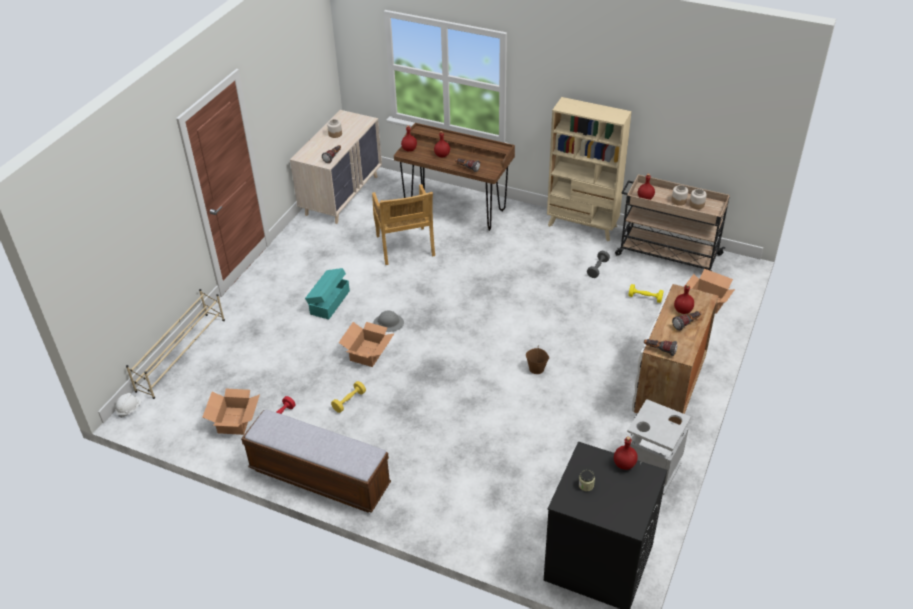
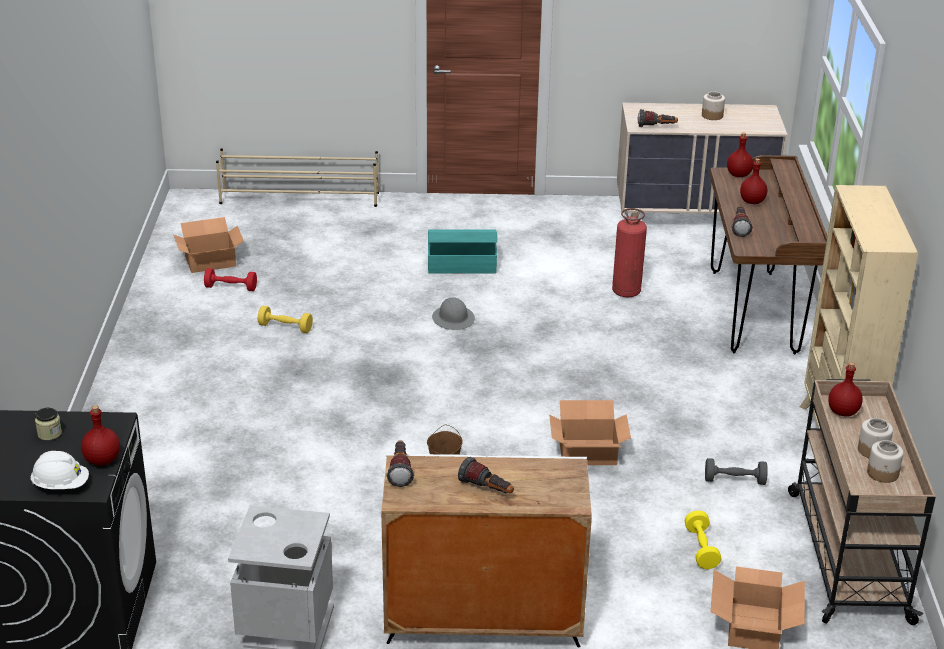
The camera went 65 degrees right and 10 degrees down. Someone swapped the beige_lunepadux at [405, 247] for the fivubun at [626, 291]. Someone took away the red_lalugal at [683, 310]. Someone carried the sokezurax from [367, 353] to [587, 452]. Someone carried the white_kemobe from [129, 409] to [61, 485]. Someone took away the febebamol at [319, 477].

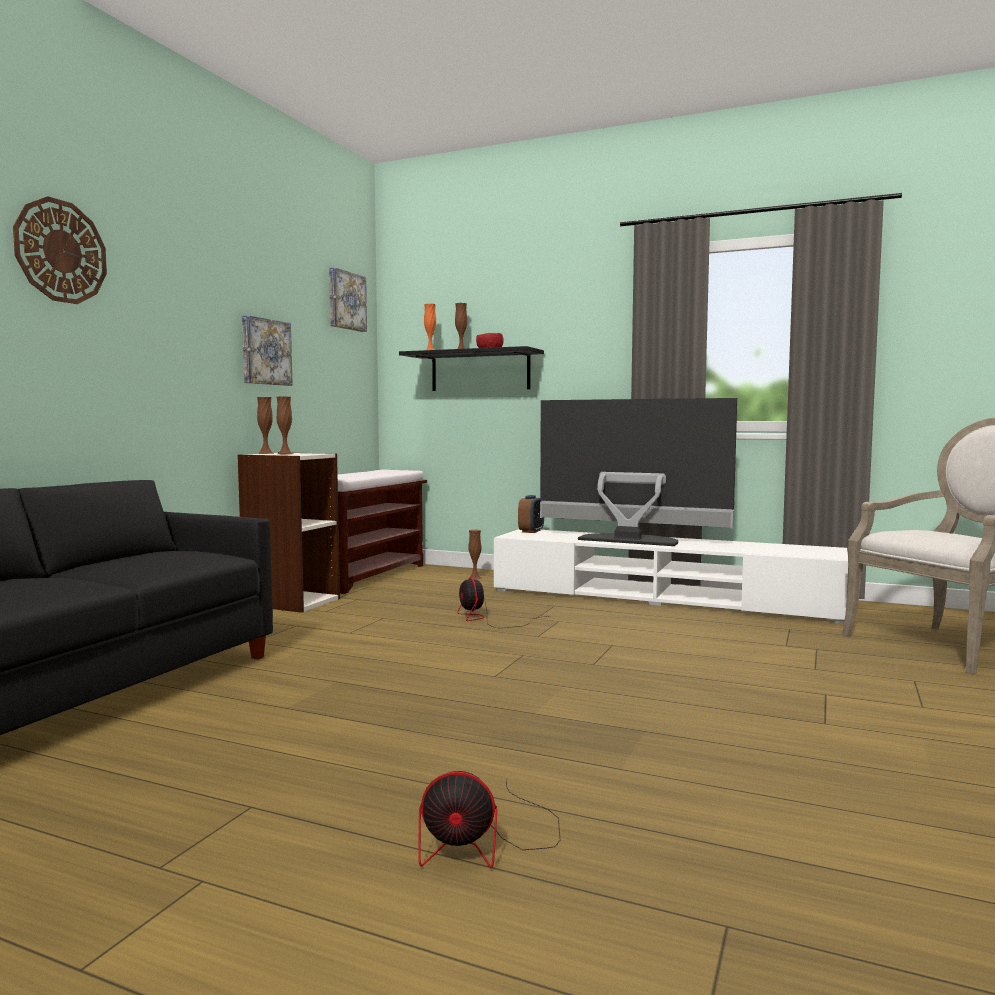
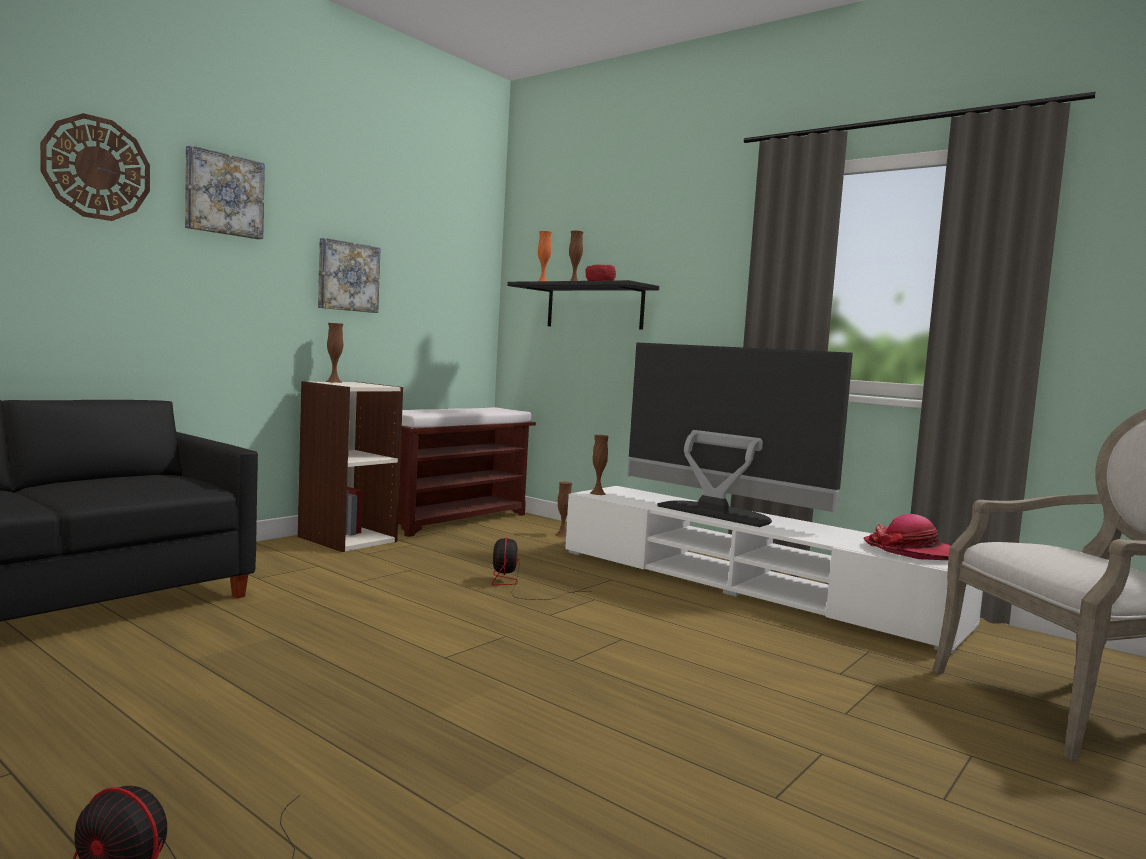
The camera went 15 degrees right and 0 degrees up. Someone carried the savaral from [345, 301] to [223, 194]. Someone carried the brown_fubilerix from [285, 454] to [597, 493]. Someone took away the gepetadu at [531, 531]. Someone put down the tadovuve at [912, 551].

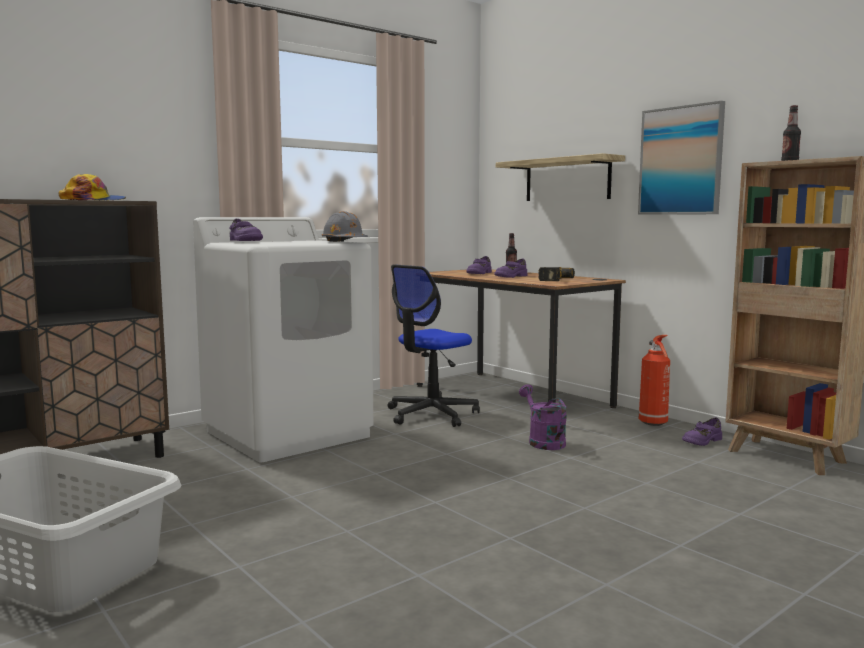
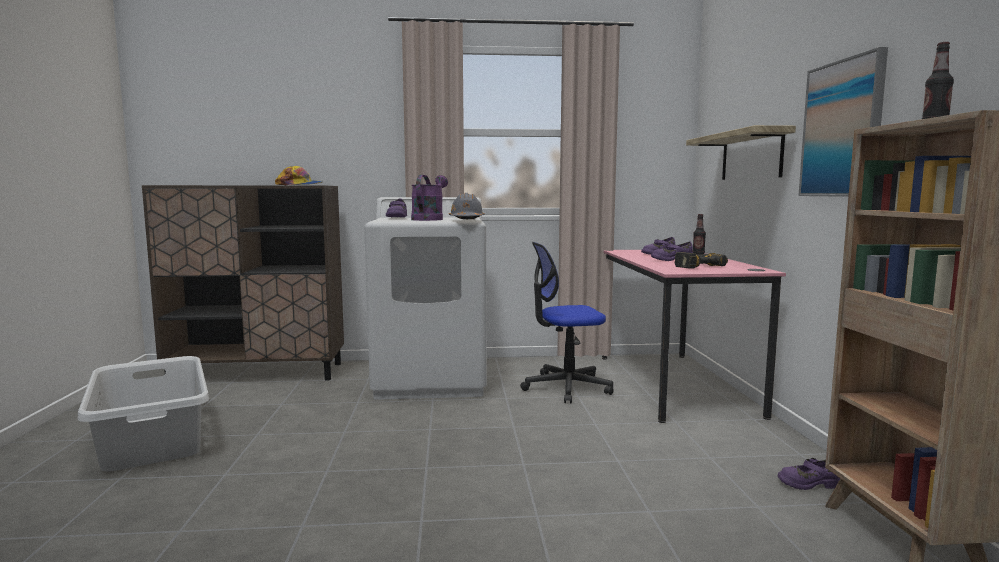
The camera went 35 degrees right and 0 degrees up. Someone repainted the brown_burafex at [510, 396], which became the pink_burafex at [673, 384]. Someone took away the fivubun at [653, 423]. Someone carried the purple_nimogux from [543, 441] to [429, 219].

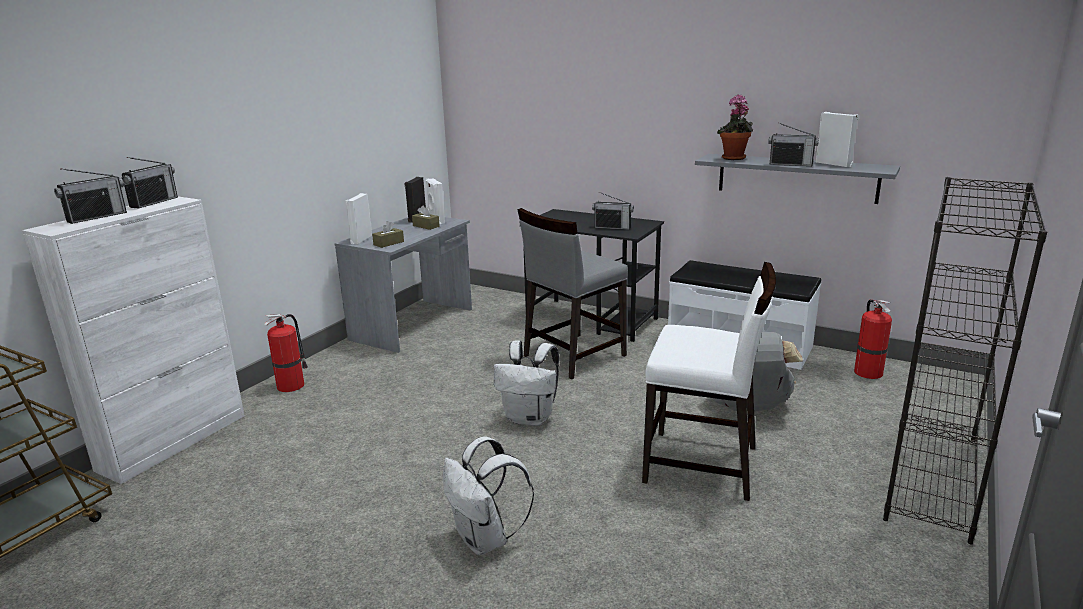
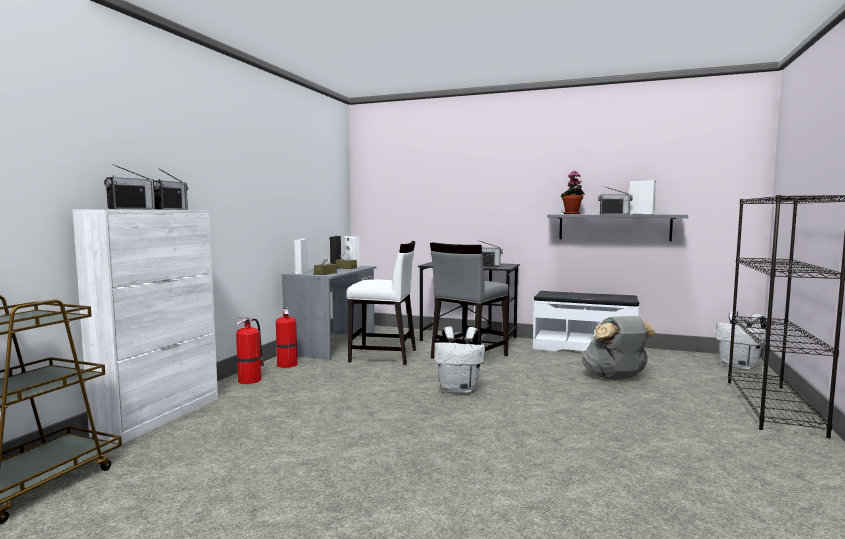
The camera went 10 degrees left and 15 degrees down. Someone carried the white_lunepadux from [702, 465] to [384, 356]. Someone carried the fivubun from [867, 372] to [287, 364]. Someone carried the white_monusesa from [485, 540] to [740, 367].

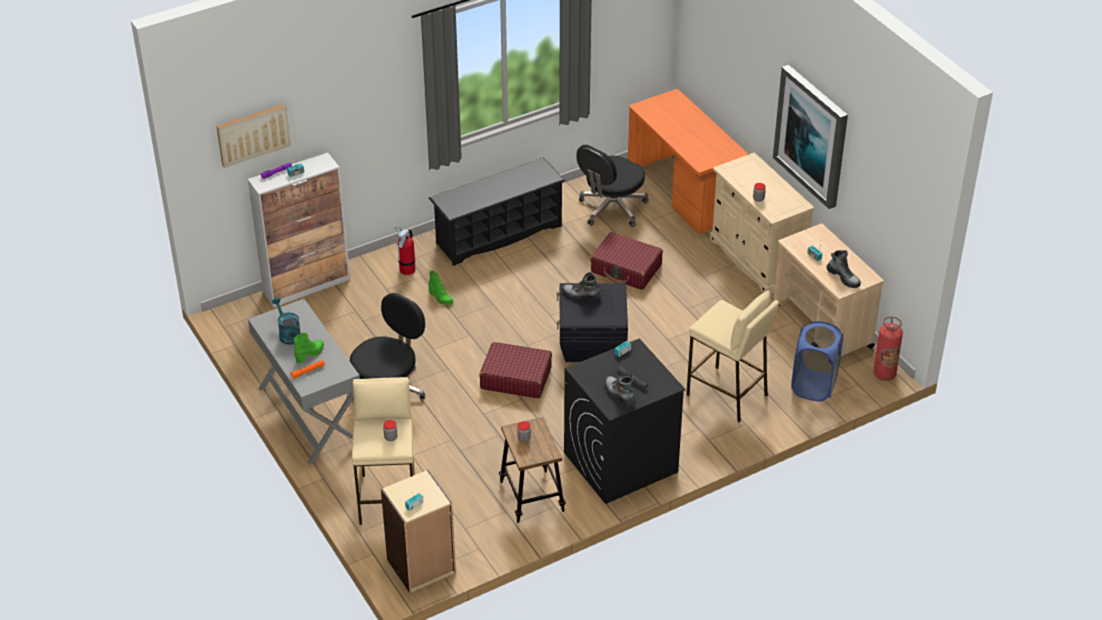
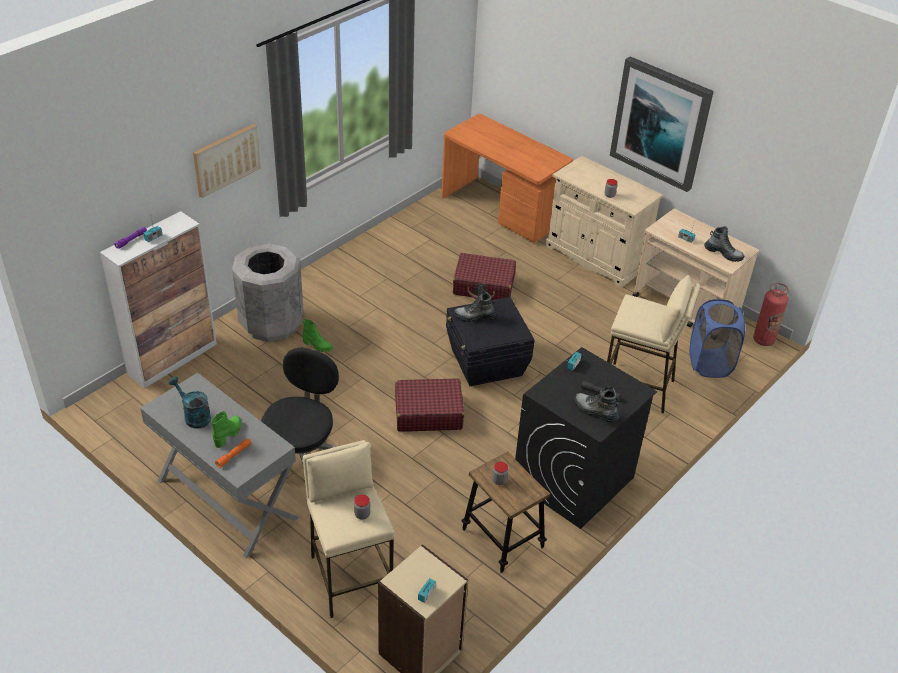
The camera went 20 degrees left and 0 degrees up. Someone carried the savaral from [253, 134] to [226, 159]. Someone took away the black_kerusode at [611, 208]. Someone took away the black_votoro at [498, 234]. Someone swapped the fivubun at [407, 269] for the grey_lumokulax at [272, 324].

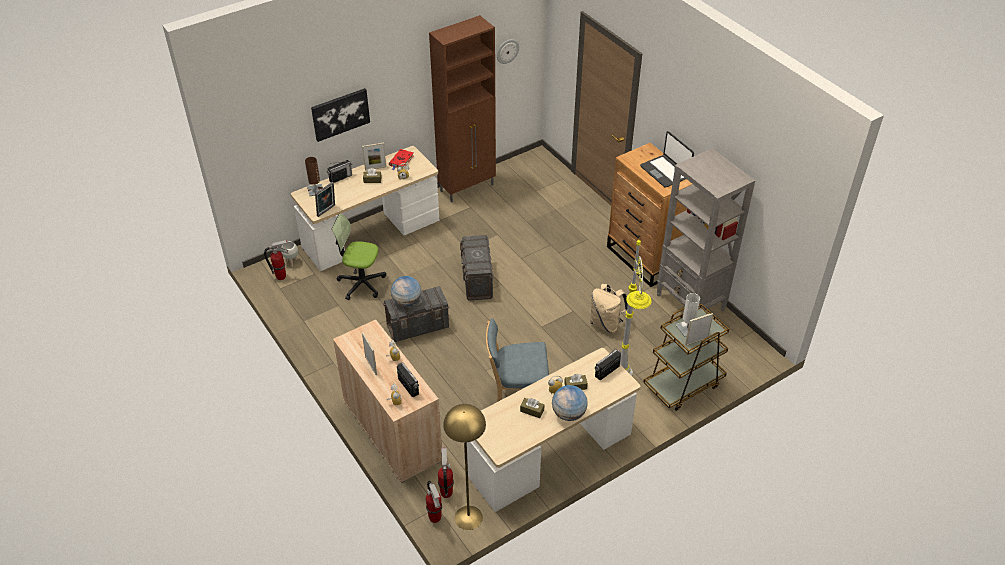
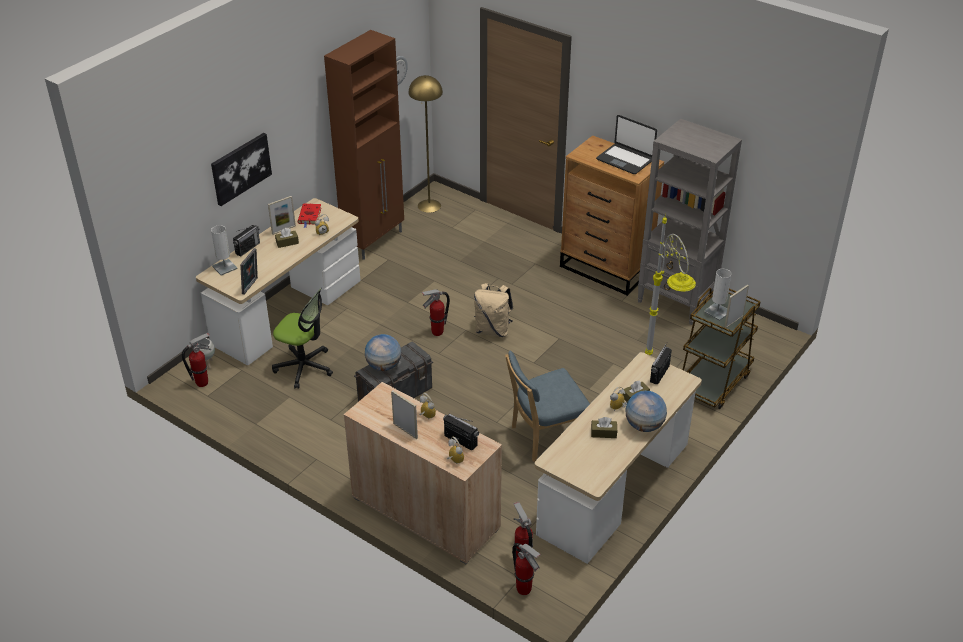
The camera went 20 degrees left and 5 degrees down. Someone repainted the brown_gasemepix at [315, 190], which became the white_gasemepix at [224, 267]. Someone rotated the kerusode at [361, 283] by 150 degrees counterclockwise. Someone swapped the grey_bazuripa at [477, 280] for the fivubun at [437, 332]. Someone carried the beige_monusesa from [606, 324] to [493, 330]. Someone carried the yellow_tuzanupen from [468, 517] to [429, 205].

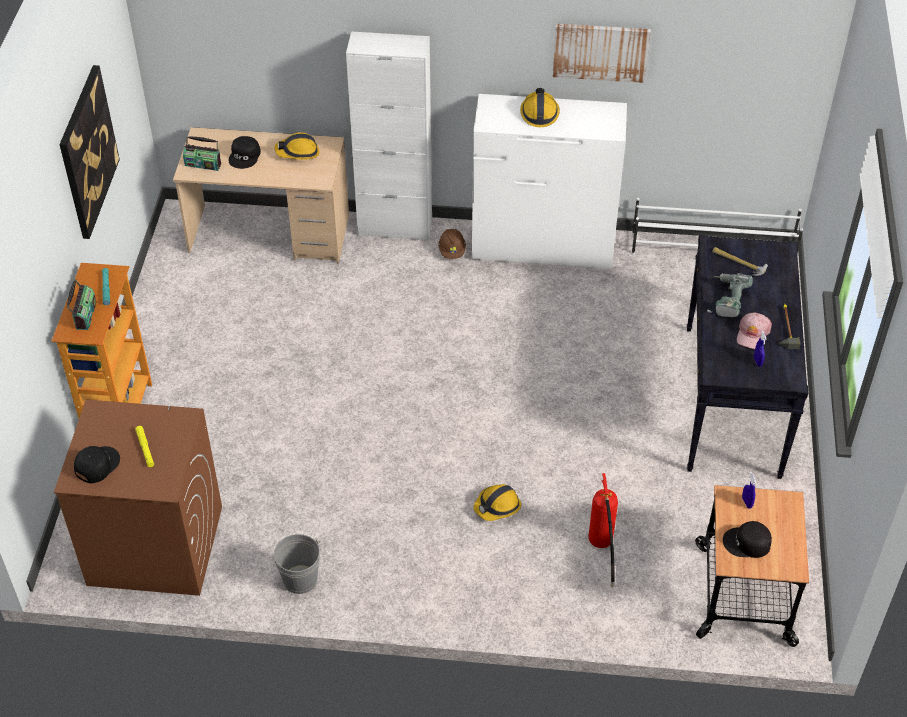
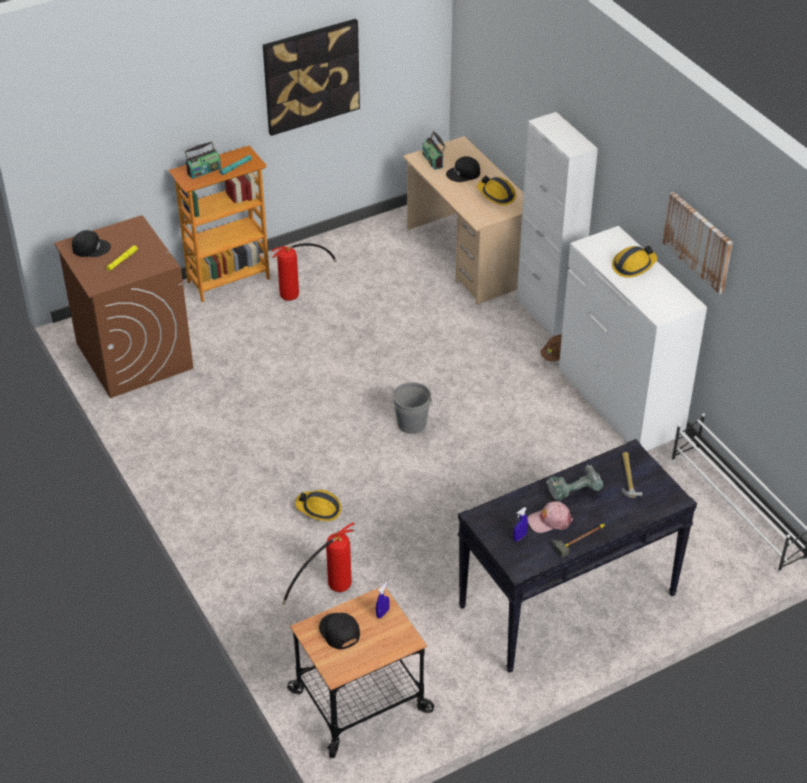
The camera went 55 degrees right and 5 degrees down. Someone carried the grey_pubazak from [300, 579] to [411, 423]. Someone put down the fivubun at [299, 291].

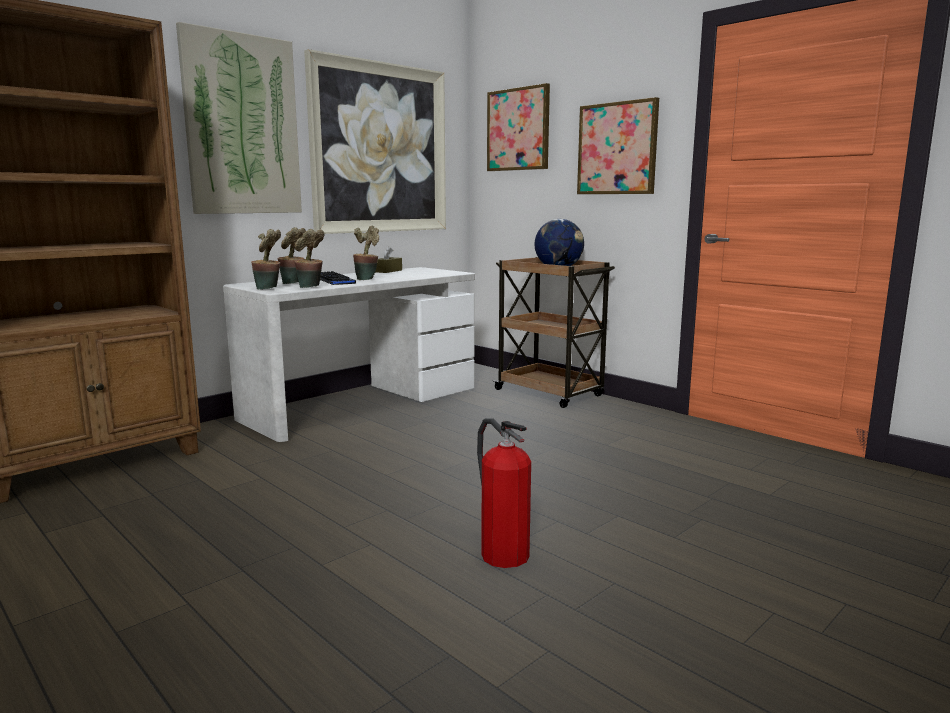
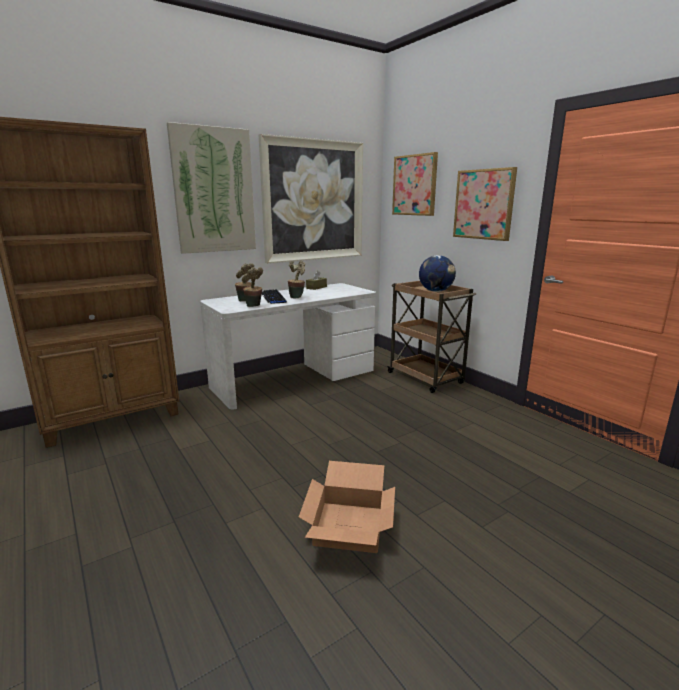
The camera went 10 degrees right and 5 degrees up. Someone took away the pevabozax at [268, 288]. Someone swapped the fivubun at [502, 553] for the sokezurax at [350, 527].

